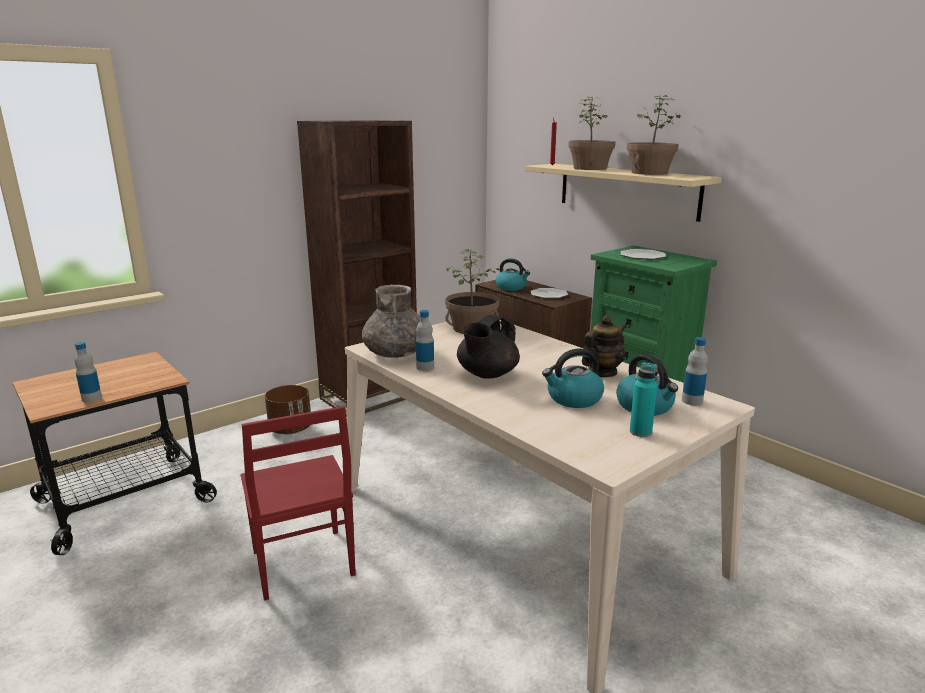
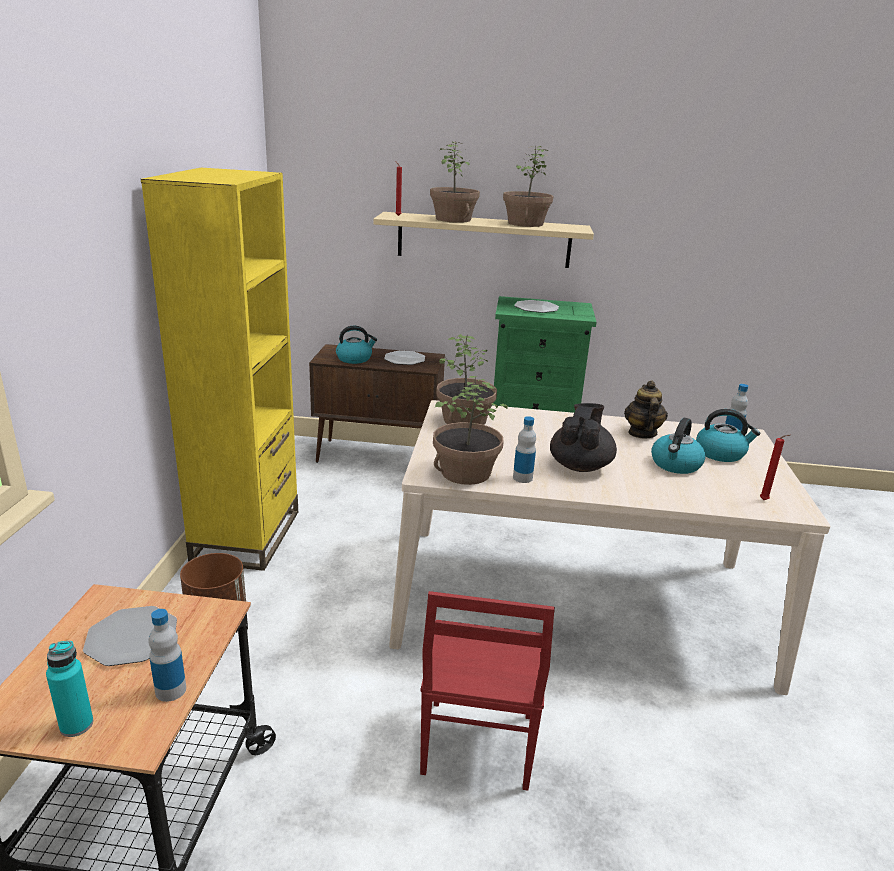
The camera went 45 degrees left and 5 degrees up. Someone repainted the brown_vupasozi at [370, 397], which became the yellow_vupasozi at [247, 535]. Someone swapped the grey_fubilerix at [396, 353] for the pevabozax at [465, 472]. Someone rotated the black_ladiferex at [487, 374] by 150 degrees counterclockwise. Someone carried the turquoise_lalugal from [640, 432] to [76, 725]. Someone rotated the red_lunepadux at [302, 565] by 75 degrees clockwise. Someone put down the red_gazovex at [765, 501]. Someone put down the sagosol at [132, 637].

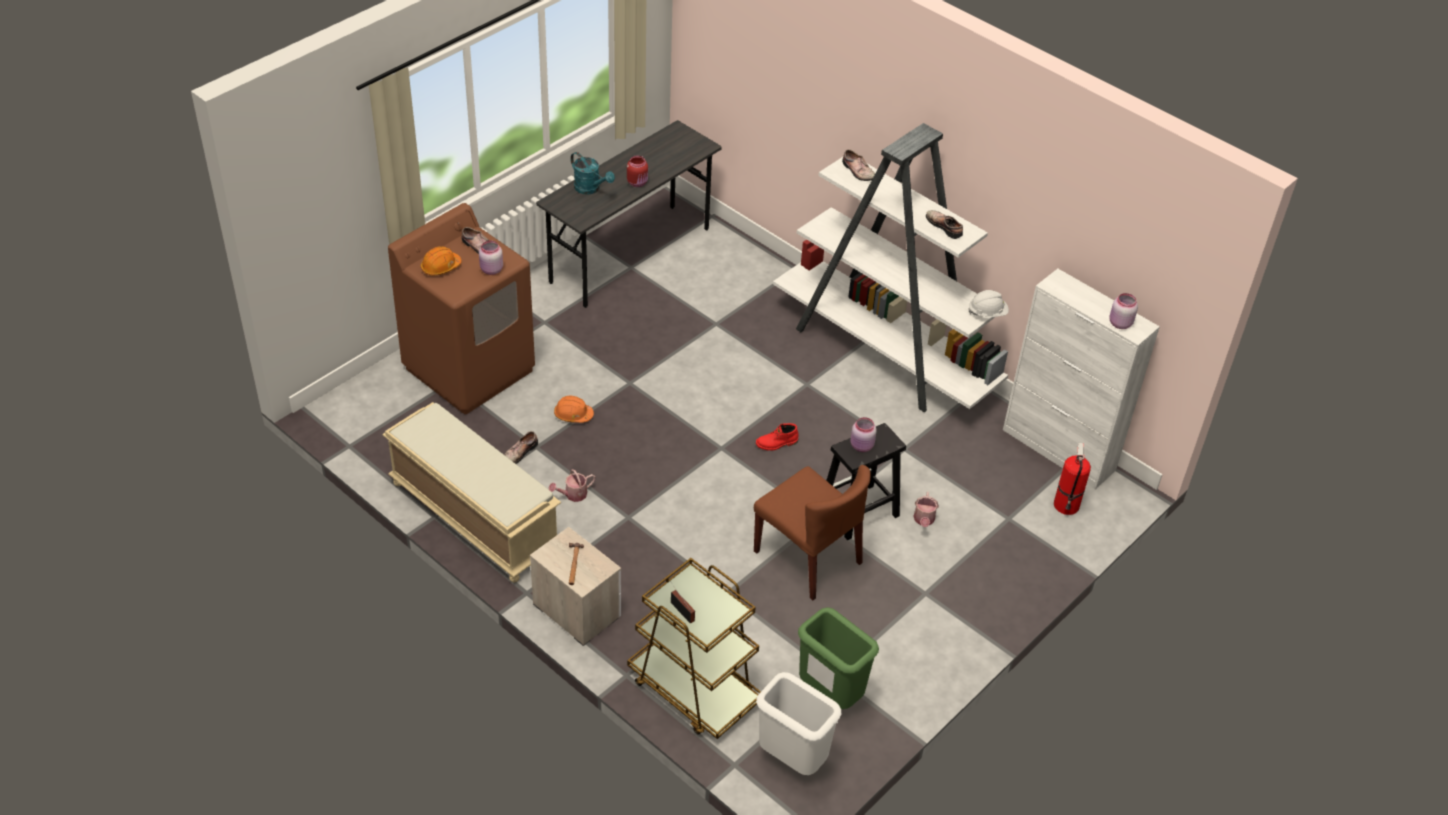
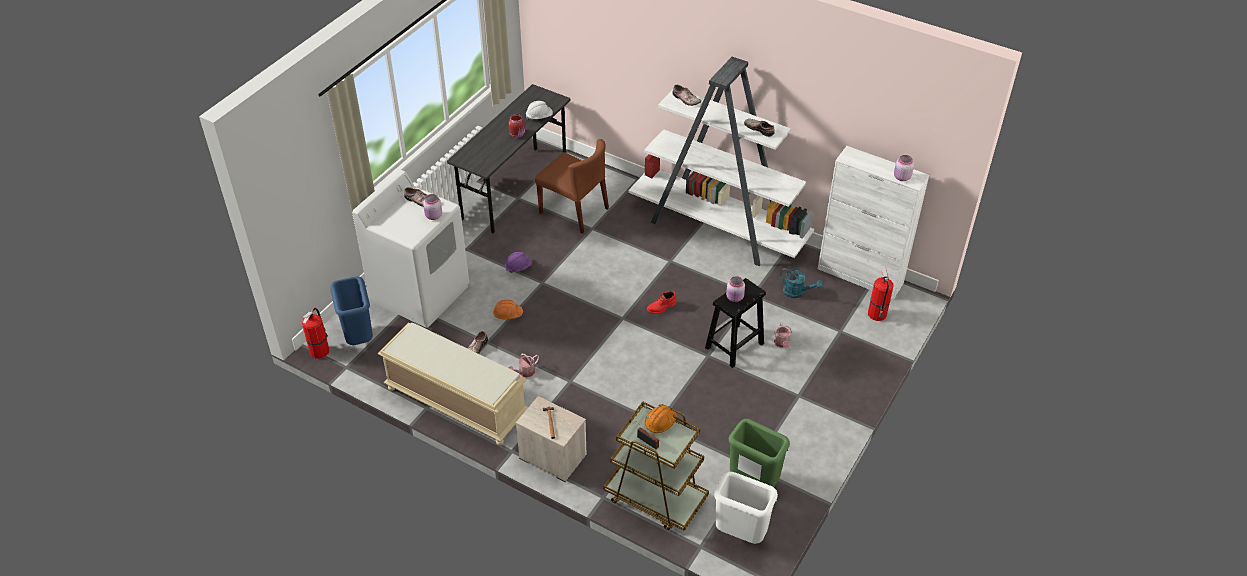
The camera went 10 degrees left and 0 degrees up. Someone carried the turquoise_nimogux from [590, 189] to [797, 292]. Someone repainted the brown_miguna at [470, 369], which became the white_miguna at [420, 293]. Someone carried the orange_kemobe from [440, 267] to [660, 422]. Someone carried the white_kemobe from [987, 313] to [539, 117]. Someone carried the brown_lunepadux from [808, 557] to [574, 211]. Someone put down the purple_kemobe at [518, 267]. Someone put down the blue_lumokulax at [358, 338]. Someone put down the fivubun at [320, 350].

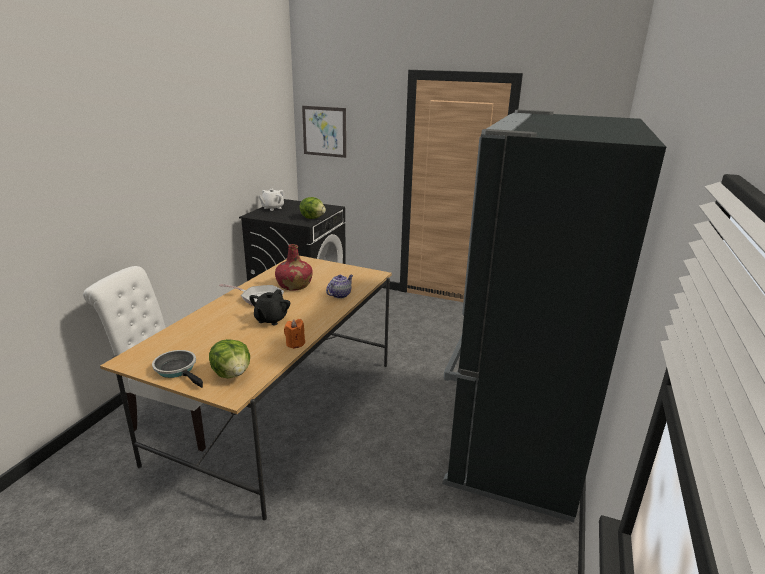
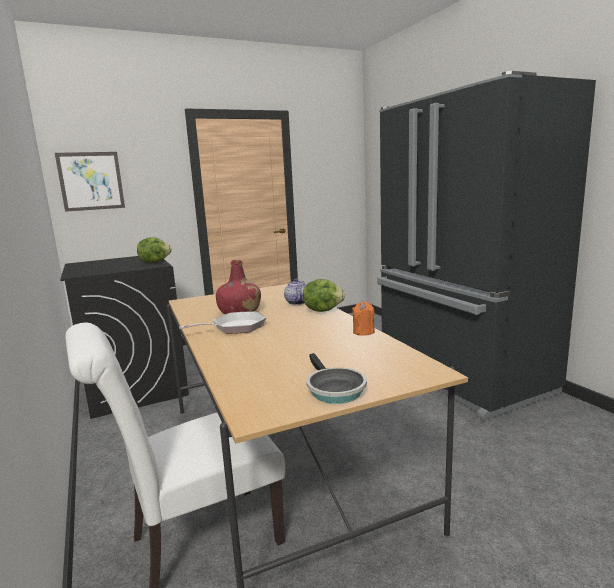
The camera went 45 degrees left and 10 degrees down. Someone took away the white_ladiferex at [272, 208]. Someone took away the black_ladiferex at [271, 319]. Someone carried the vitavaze from [232, 374] to [323, 310]. Someone rotated the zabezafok at [178, 370] by 105 degrees counterclockwise.

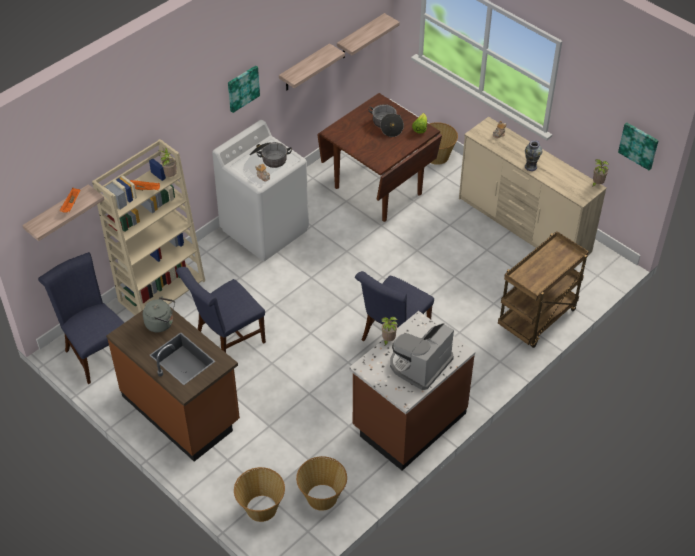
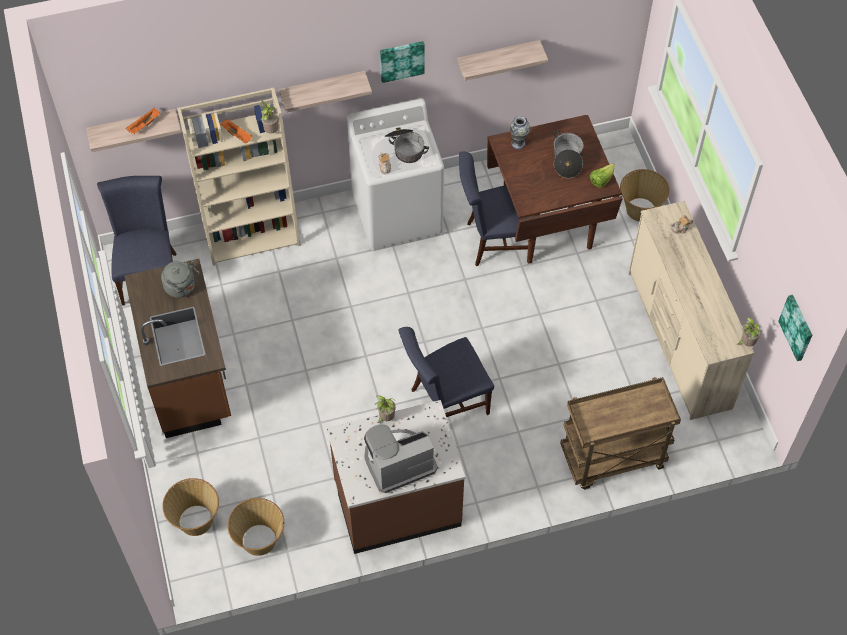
The camera went 30 degrees right and 10 degrees up. Someone carried the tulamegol from [360, 37] to [323, 89]. Someone carried the fubilerix from [530, 166] to [518, 143]. Someone carried the blue_lunepadux from [226, 340] to [493, 241].

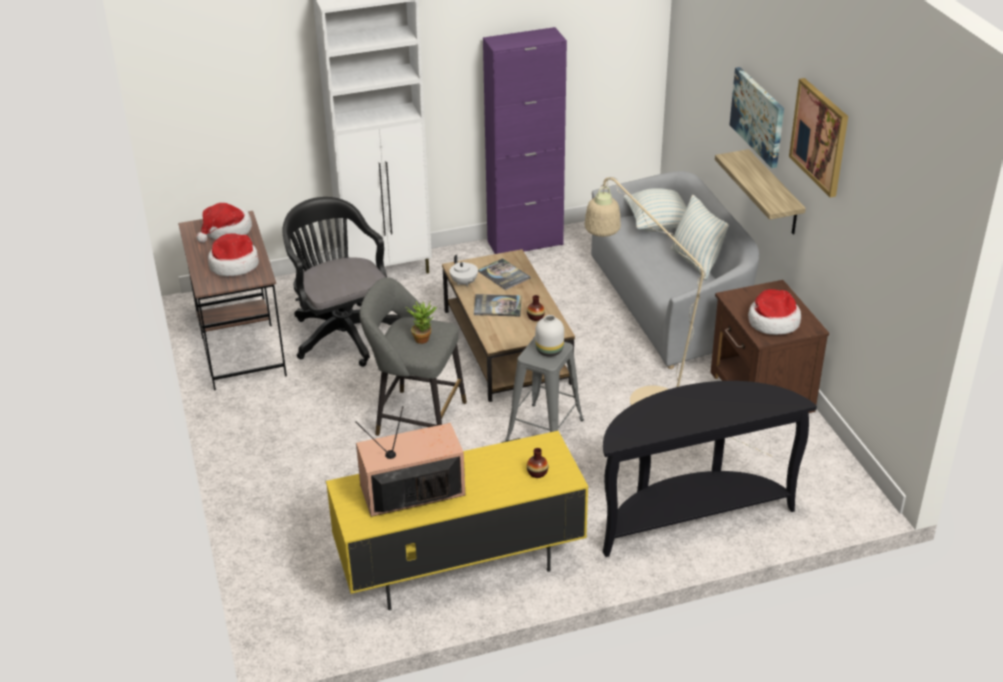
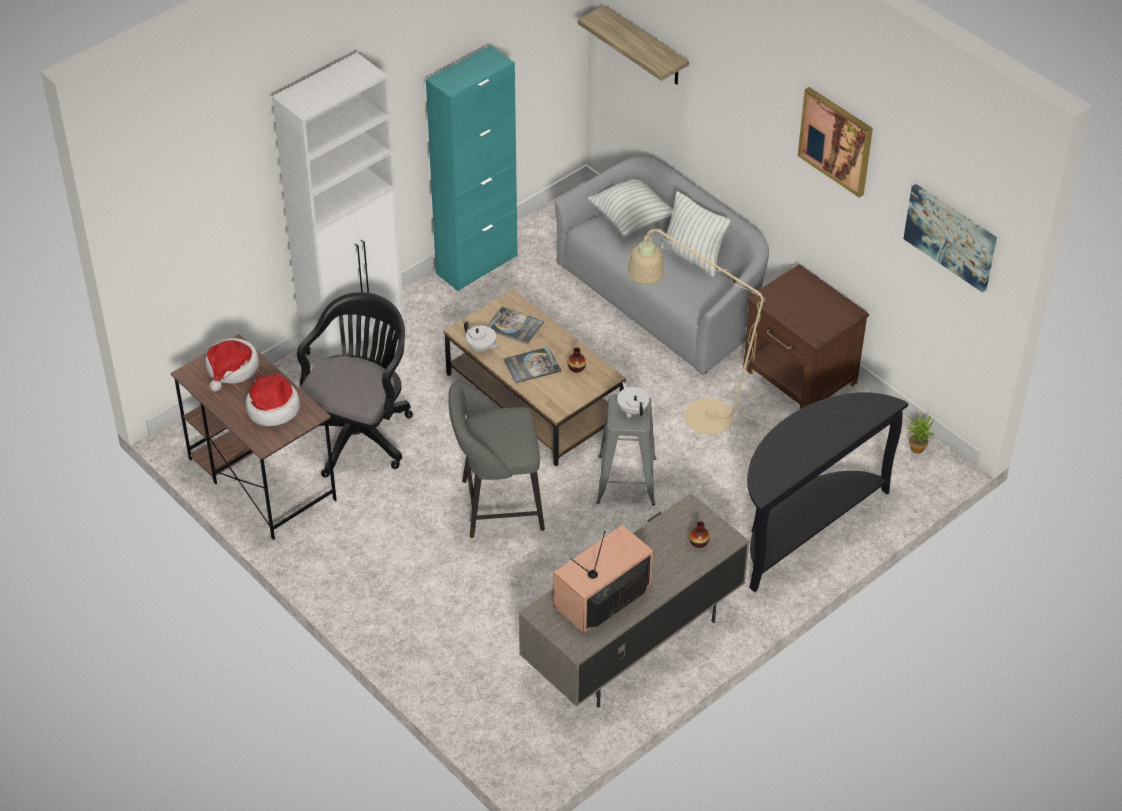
The camera went 25 degrees left and 10 degrees up. Someone repainted the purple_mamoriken at [525, 243], which became the turquoise_mamoriken at [476, 264]. Someone carried the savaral from [758, 116] to [951, 236]. Someone carried the tulamegol from [774, 194] to [646, 47]. Someone rotated the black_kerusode at [342, 333] by 75 degrees clockwise. Someone took away the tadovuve at [772, 322]. Someone carried the pevabozax from [423, 338] to [917, 446]. Someone swapped the white_fubilerix at [550, 350] for the white_ladiferex at [632, 409]. Someone repainted the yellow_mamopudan at [459, 565], which became the grey_mamopudan at [632, 643].

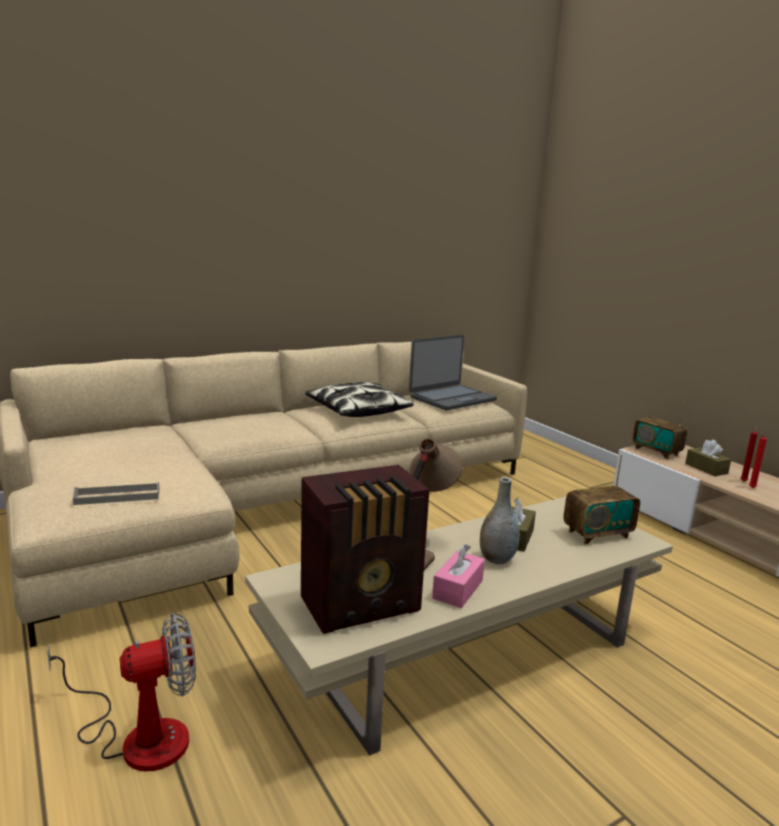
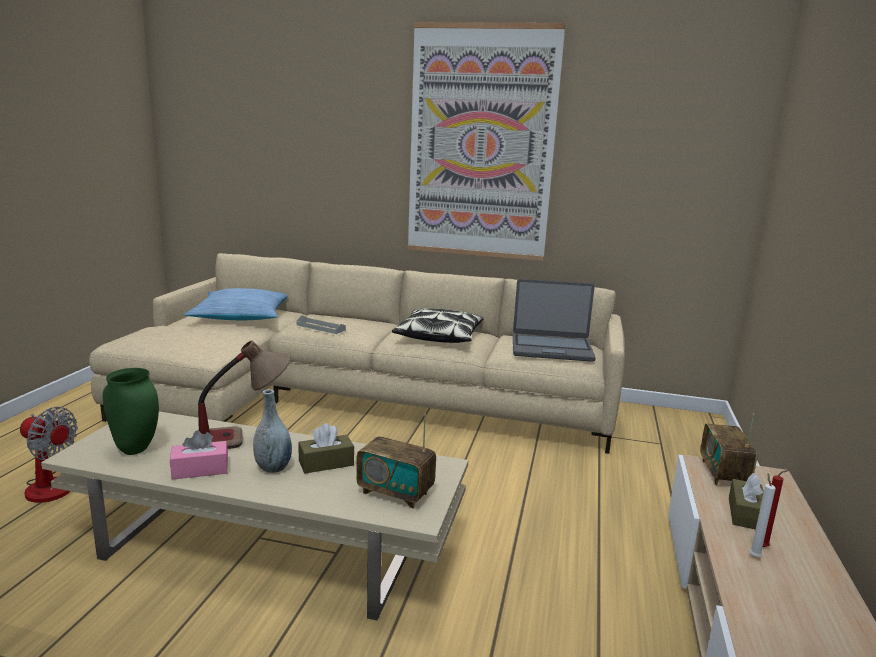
The camera went 45 degrees right and 0 degrees up. Someone repainted the red_gazovex at [750, 487], which became the white_gazovex at [754, 556]. Someone swapped the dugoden at [363, 605] for the green_fubilerix at [137, 449]. Someone carried the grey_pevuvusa from [117, 497] to [321, 327]. Someone put up the savaral at [481, 144]. Someone put down the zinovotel at [241, 316].

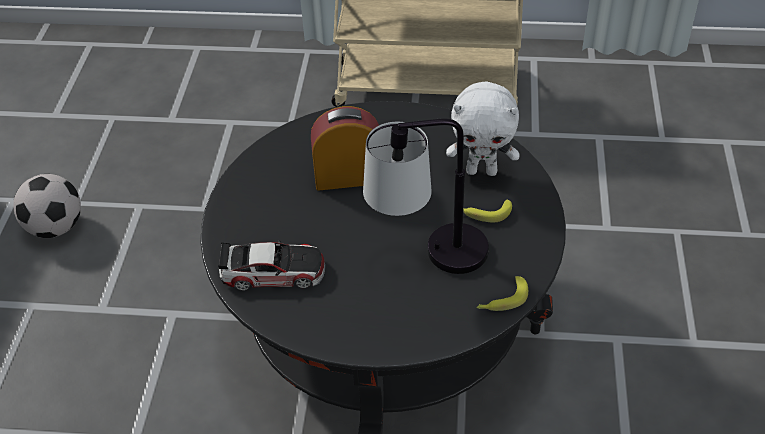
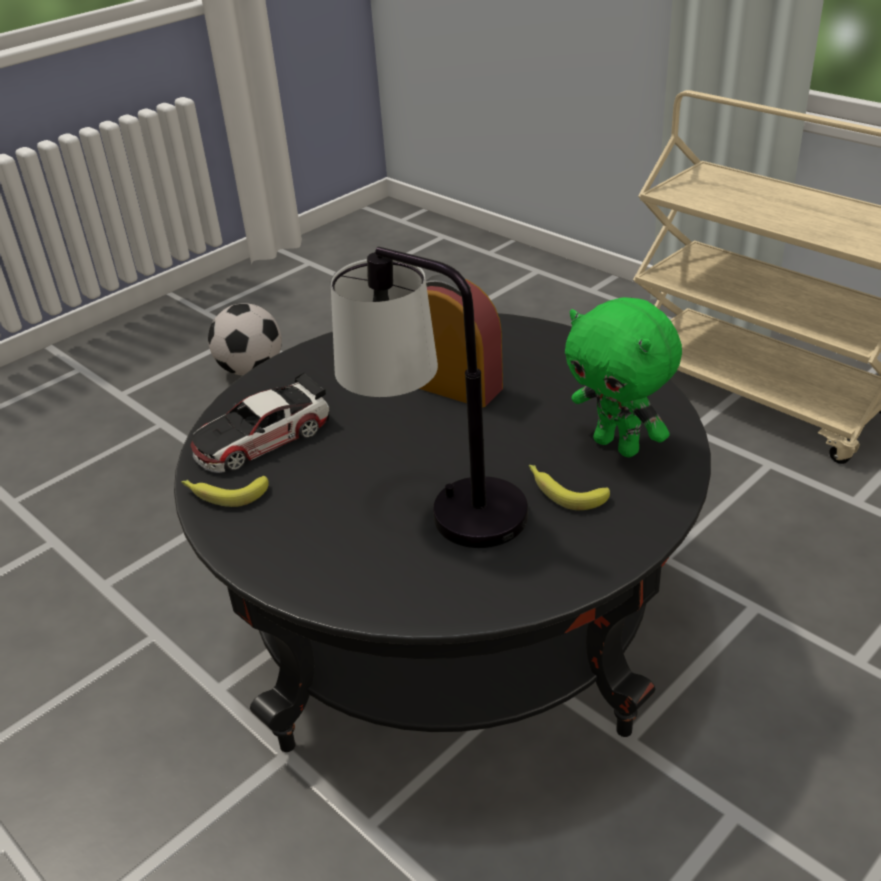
The camera went 40 degrees right and 10 degrees down. Someone repainted the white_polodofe at [482, 171], which became the green_polodofe at [618, 446]. Someone rotated the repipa at [273, 272] by 105 degrees clockwise. Someone carried the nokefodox from [502, 300] to [224, 493].

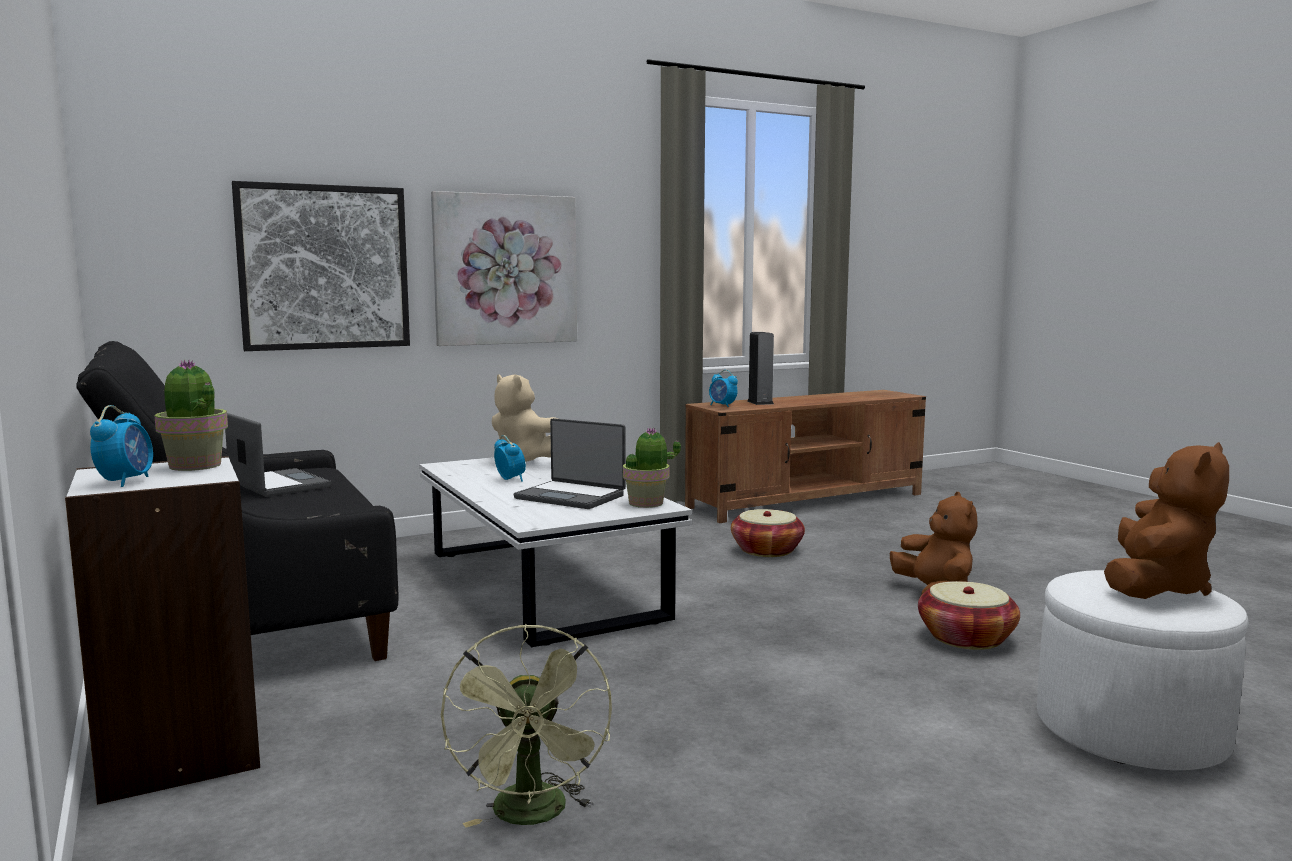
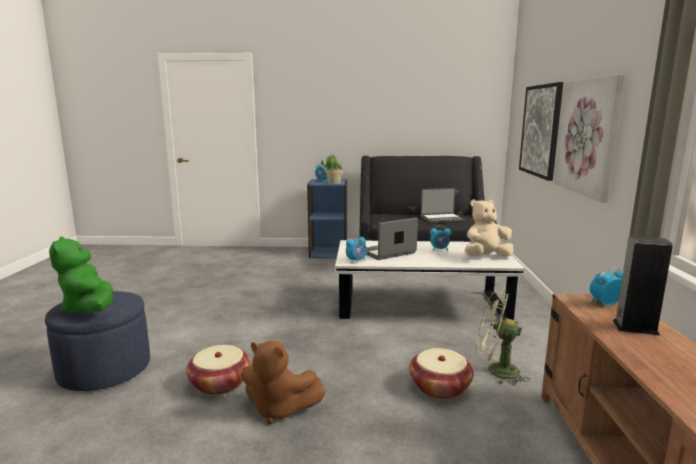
The camera went 120 degrees right and 5 degrees up. Someone swapped the pevabozax at [646, 503] for the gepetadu at [356, 261]. Someone repainted the brown_polodofe at [1156, 587], which became the green_polodofe at [90, 309]. Someone repainted the white_vupasozi at [177, 752], which became the blue_vupasozi at [328, 252]. Someone repainted the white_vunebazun at [1130, 731], which became the blue_vunebazun at [105, 369]. Someone carried the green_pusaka from [533, 816] to [495, 370].

